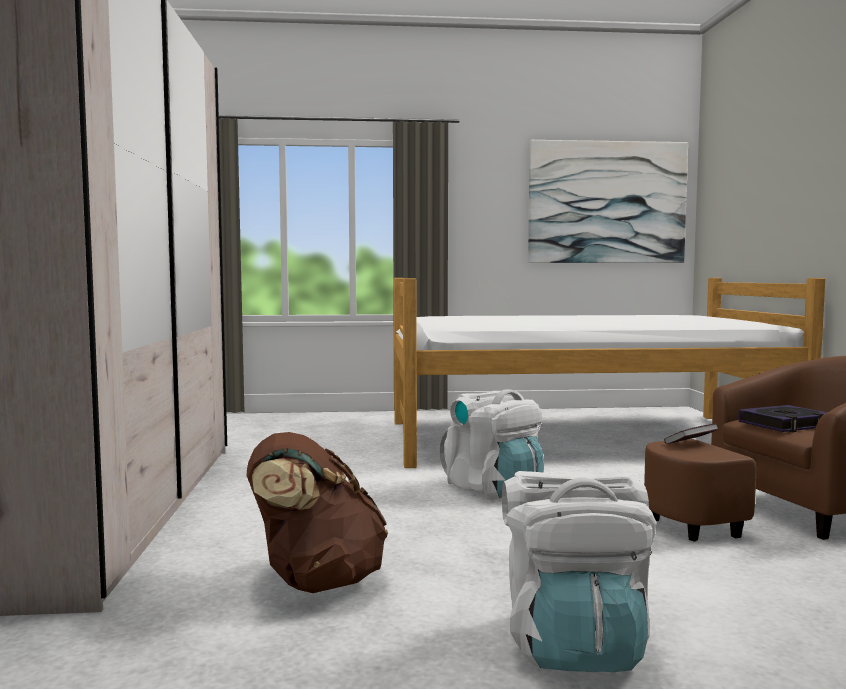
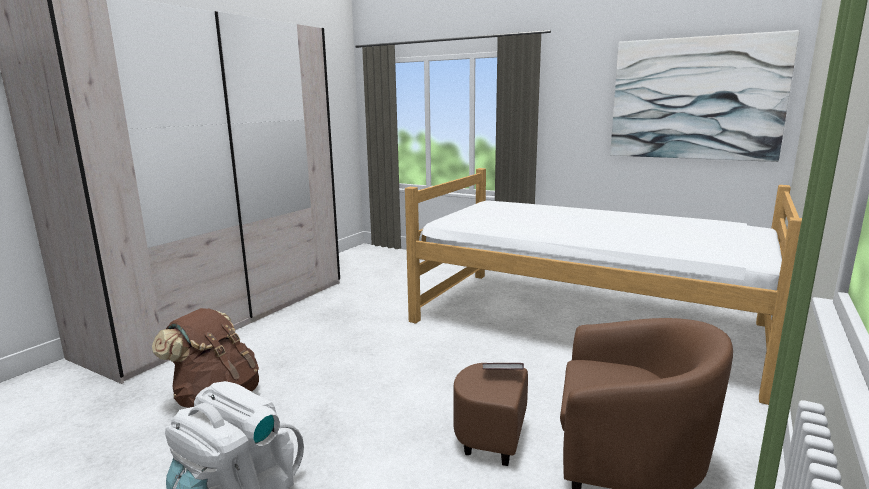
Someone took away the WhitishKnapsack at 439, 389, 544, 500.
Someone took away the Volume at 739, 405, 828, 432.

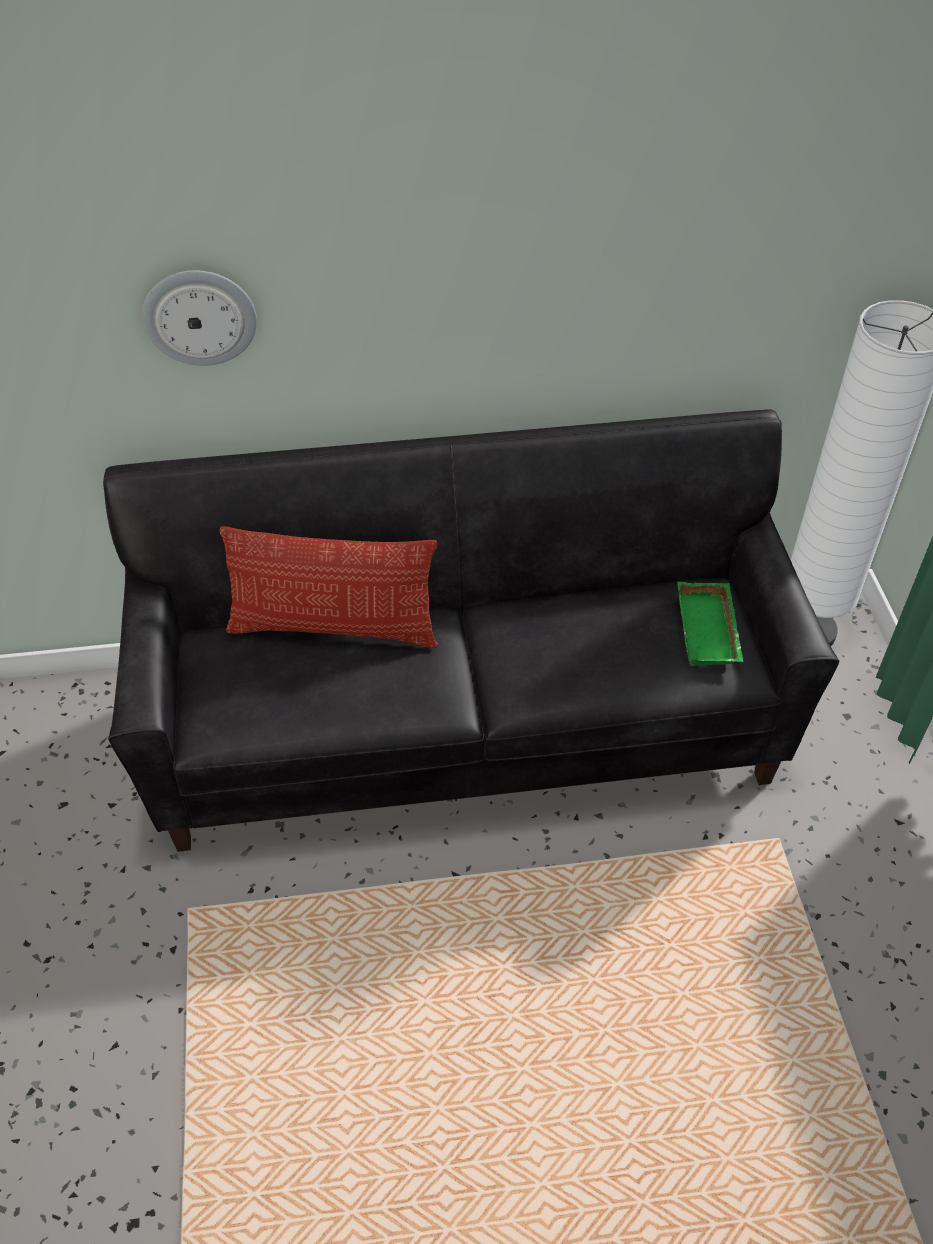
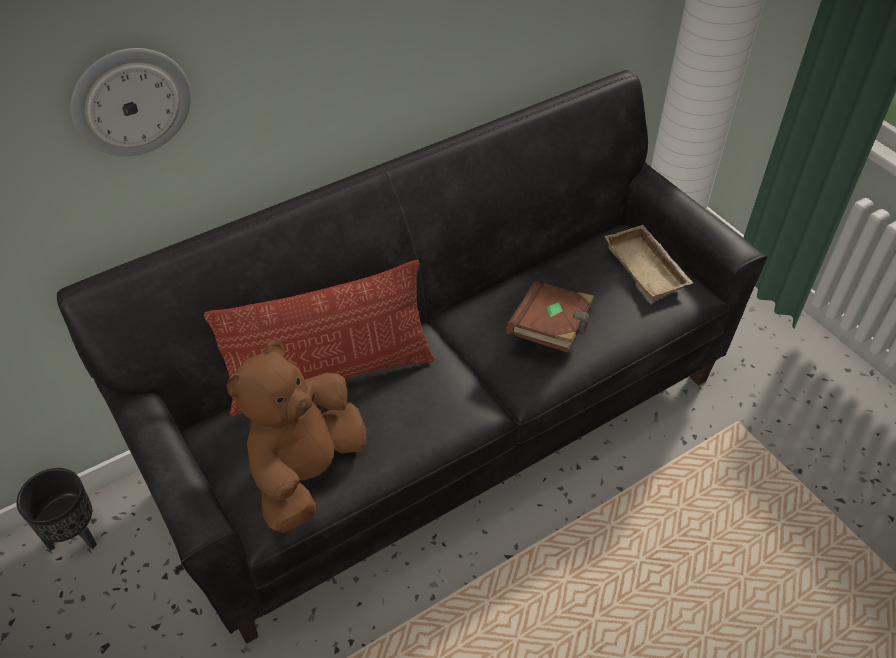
Someone repainted the GreenColouredServingTray at 677, 582, 743, 666, which became the BeigeColouredServingTray at 604, 225, 693, 301.
Someone put down the BrownVolume at 506, 281, 594, 353.
Someone put down the BrownPlushToy at 226, 340, 366, 533.
Someone put down the BlackColouredPlantPot at 16, 468, 97, 551.

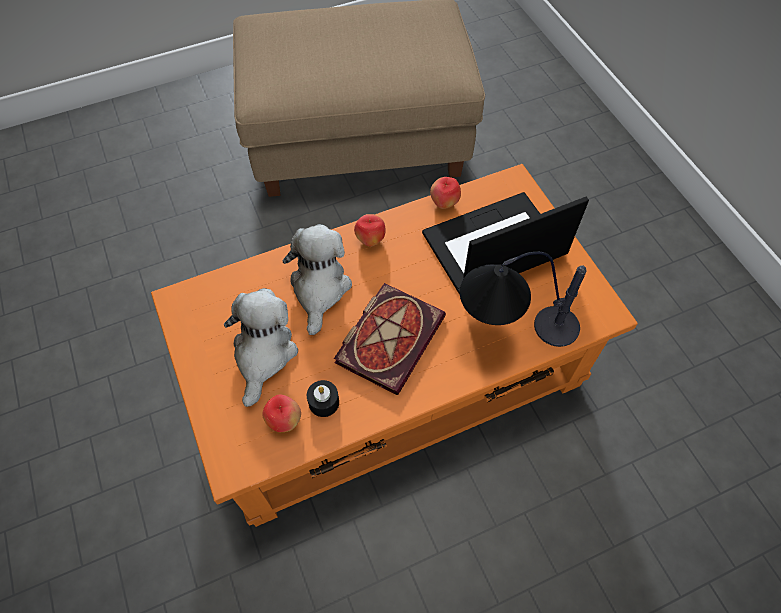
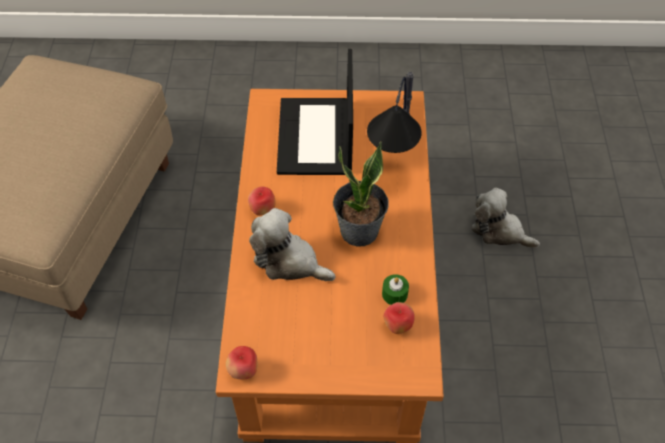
Someone carried the WholeApple from 430, 177, 461, 209 to 226, 346, 258, 379.
Someone swapped the Volume at 334, 283, 446, 395 for the Houseplant at 333, 141, 389, 247.
Someone carried the PlushToy from 224, 288, 298, 407 to 471, 188, 540, 248.
Someone repainted the BlackColouredCandle at 307, 380, 339, 417, which became the GreenColouredCandle at 382, 274, 409, 305.

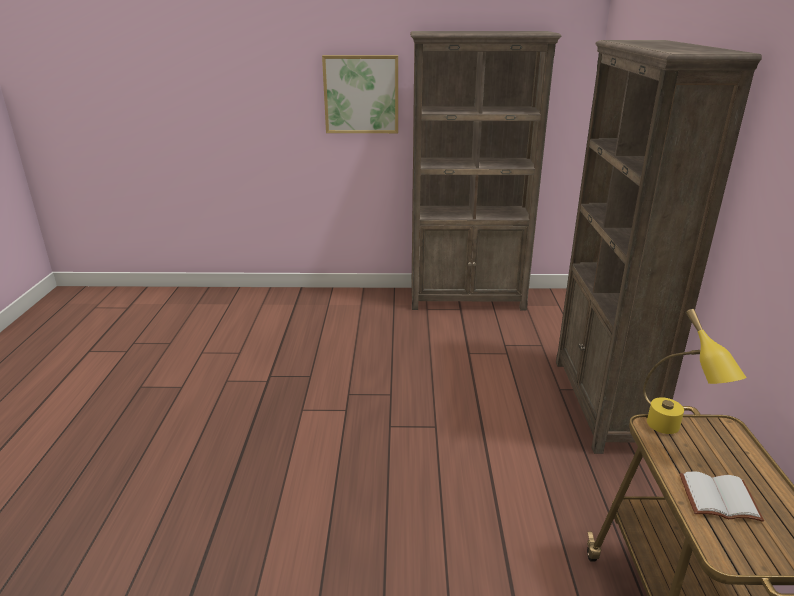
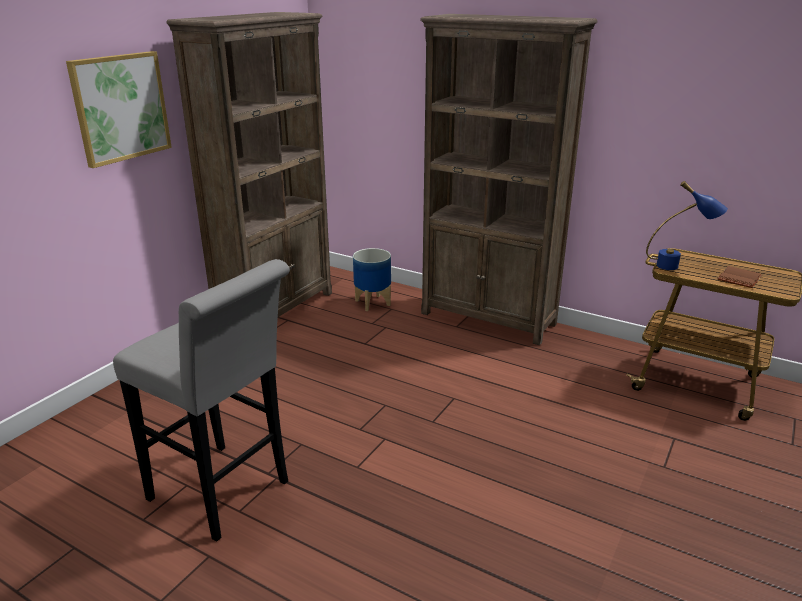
Someone repainted the YellowColouredTableLamp at 643, 309, 747, 434, which became the BlueTableLamp at 646, 181, 728, 270.
Someone repainted the WhitishVolume at 680, 471, 764, 522, which became the BrownVolume at 718, 266, 762, 288.
Someone put down the PlantPot at 353, 248, 391, 311.
Someone put down the GreyishStool at 113, 259, 290, 542.

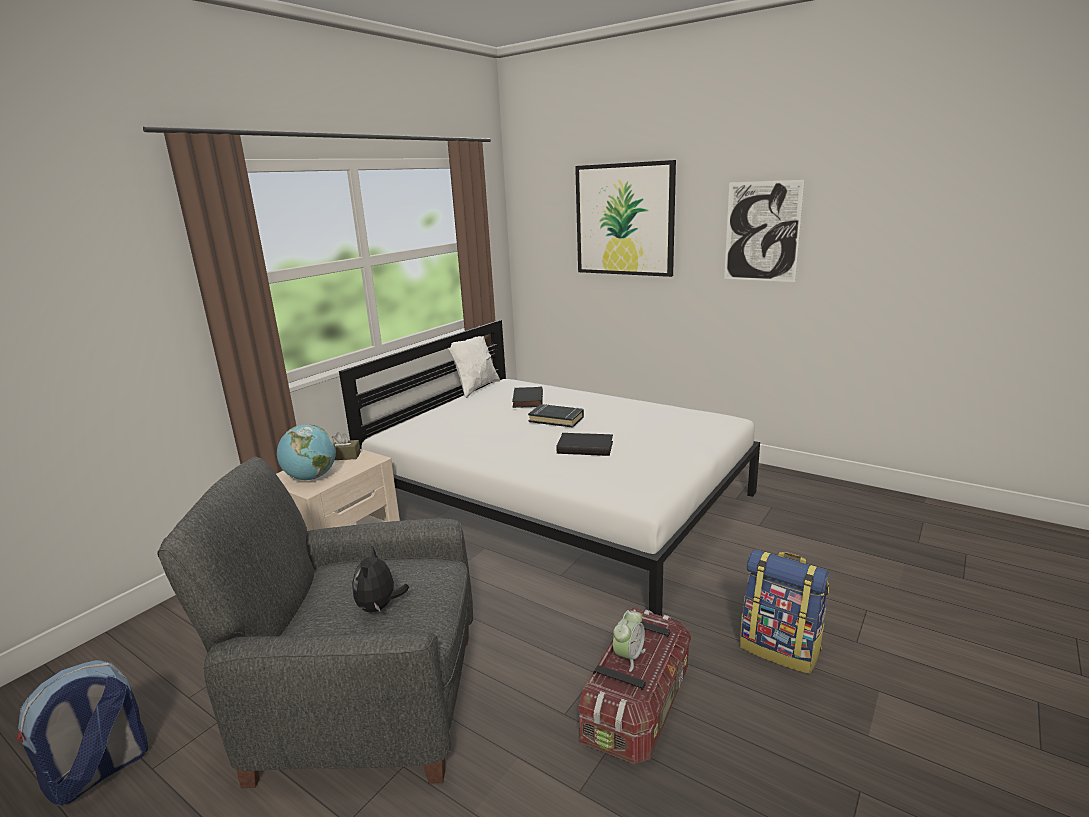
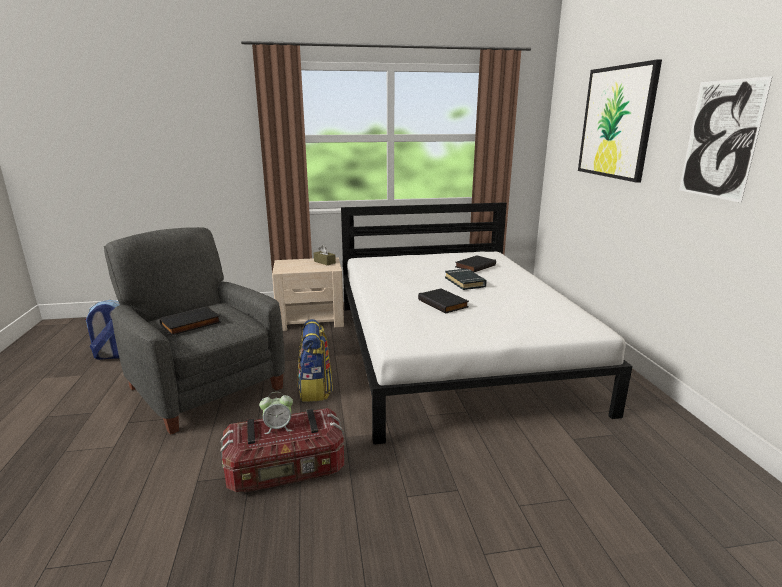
Someone took away the WhitishCushion at 447, 336, 500, 398.
Someone took away the DeskGlobe at 277, 424, 336, 480.
Someone swapped the PlushToy at 352, 546, 409, 612 for the BlackColouredVolume at 159, 307, 221, 336.
Someone carried the Knapsack from 740, 549, 829, 674 to 297, 319, 333, 402.

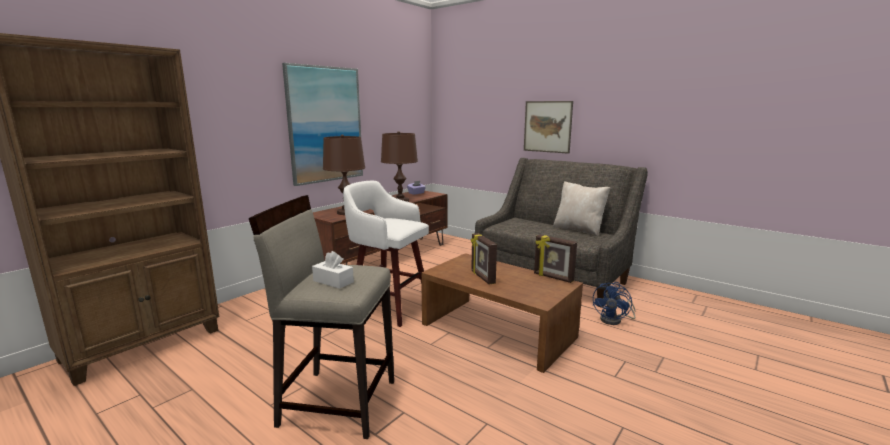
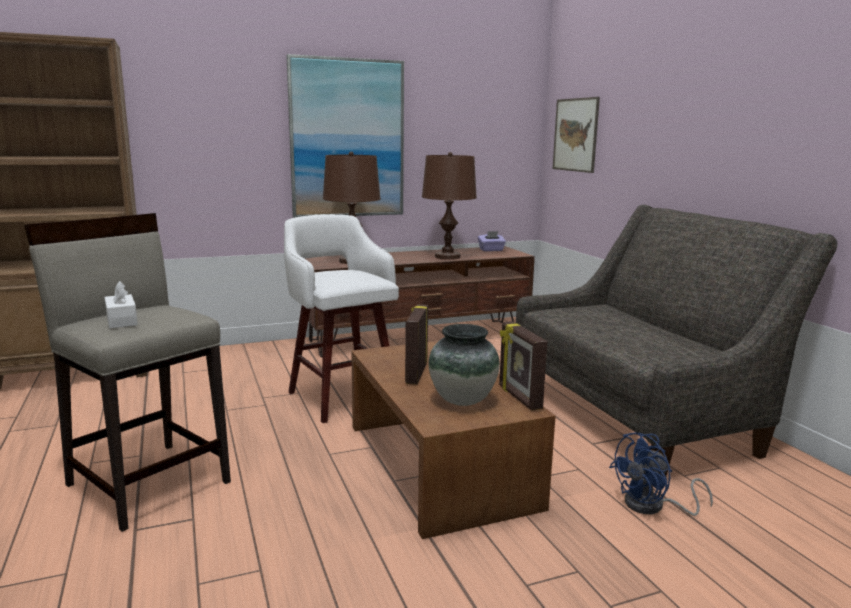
Someone carried the Picture from 524, 101, 573, 154 to 552, 97, 600, 173.
Someone took away the BeigeColouredCushion at 553, 181, 610, 237.
Someone put down the DecorativeVase at 429, 324, 500, 406.

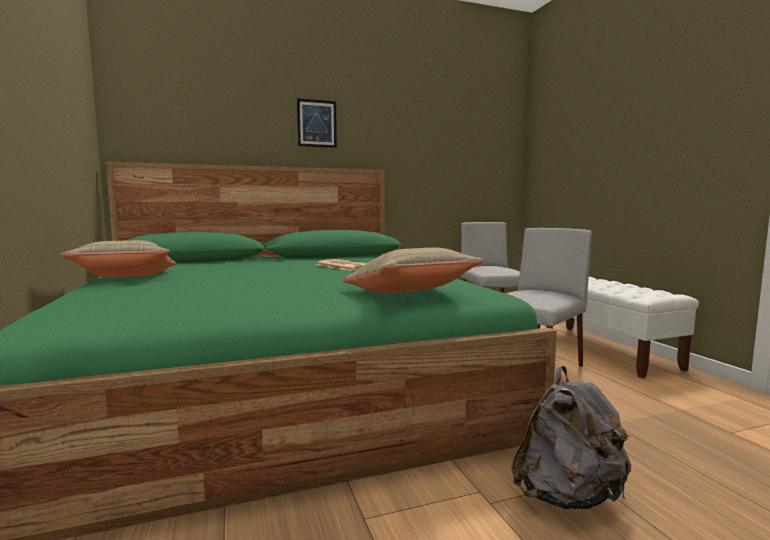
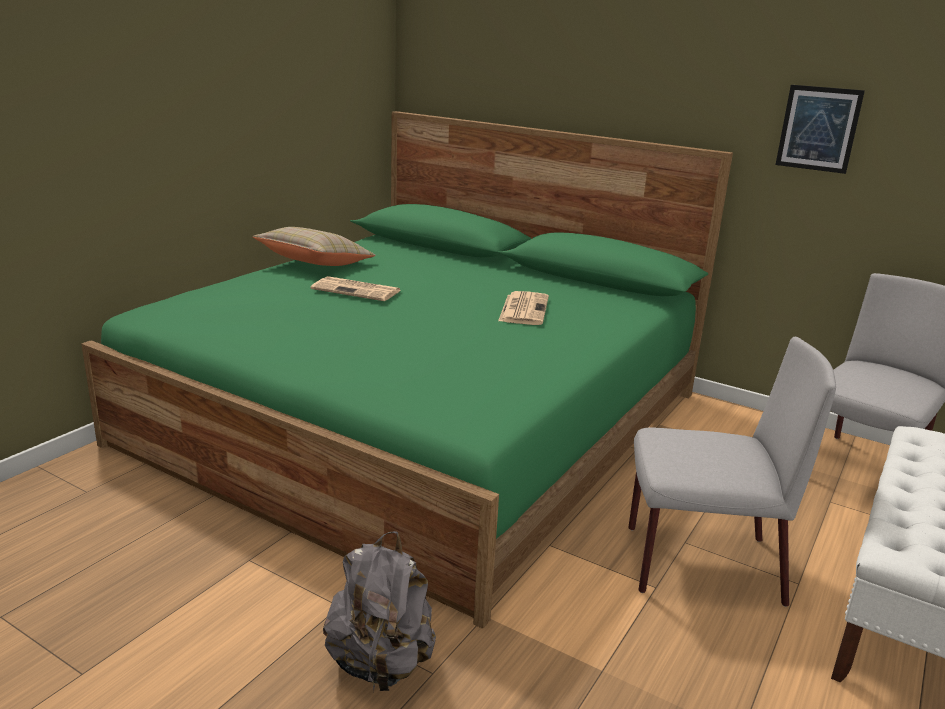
Someone carried the Picture from 297, 98, 337, 148 to 775, 85, 865, 174.
Someone took away the BeigeColouredCushion at 342, 248, 485, 293.
Someone put down the PrintedPaper at 311, 276, 402, 301.

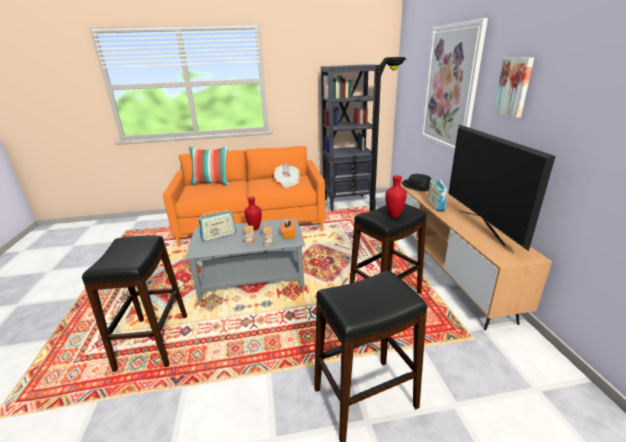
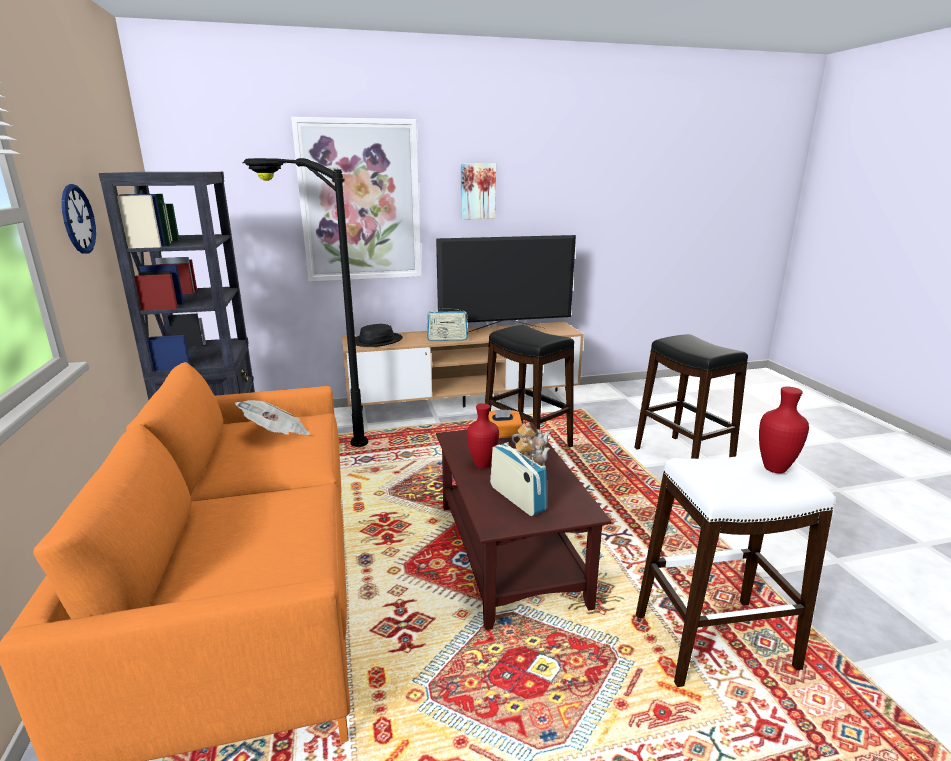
Someone took away the Cushion at 189, 146, 229, 185.
Someone carried the RedColouredDecorativeVase from 385, 175, 407, 217 to 759, 387, 809, 473.
Someone repainted the GreyishLowTable at 185, 218, 305, 302, which became the BrownLowTable at 436, 423, 612, 630.
Someone repainted the BlackColouredStool at 82, 235, 187, 372, which became the WhitishStool at 636, 452, 835, 687.
Someone put up the ClockOnTheWall at 62, 184, 96, 254.

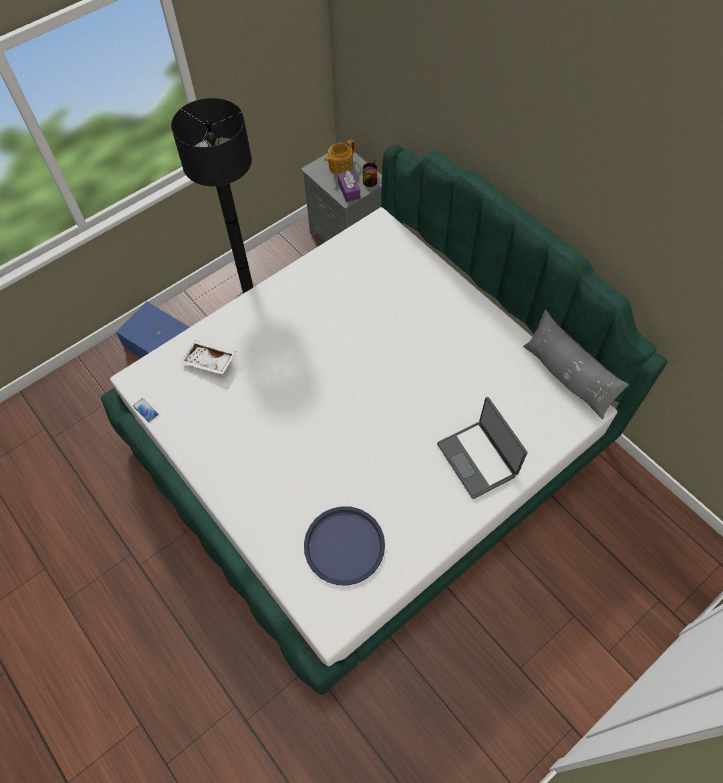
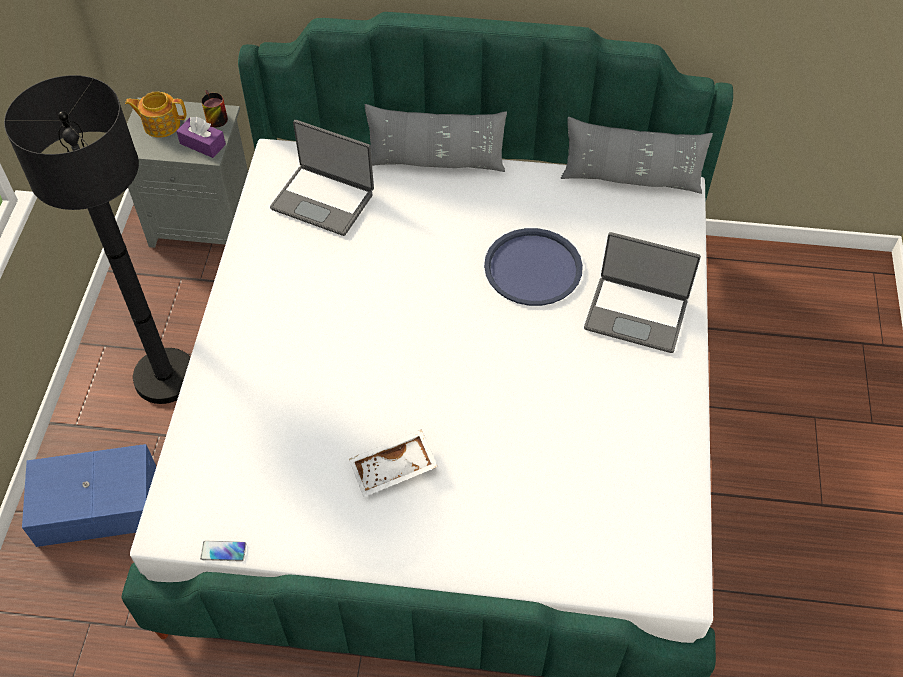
Someone rotated the Teapot at 325, 140, 355, 174 by 90 degrees clockwise.
Someone carried the WhitishServingTray from 180, 340, 236, 375 to 349, 429, 438, 497.
Someone carried the BlueServingTray from 304, 506, 385, 586 to 484, 228, 583, 306.
Someone put down the GreyishCushion at 365, 104, 507, 172.
Someone put down the PortableComputer at 270, 120, 374, 236.

